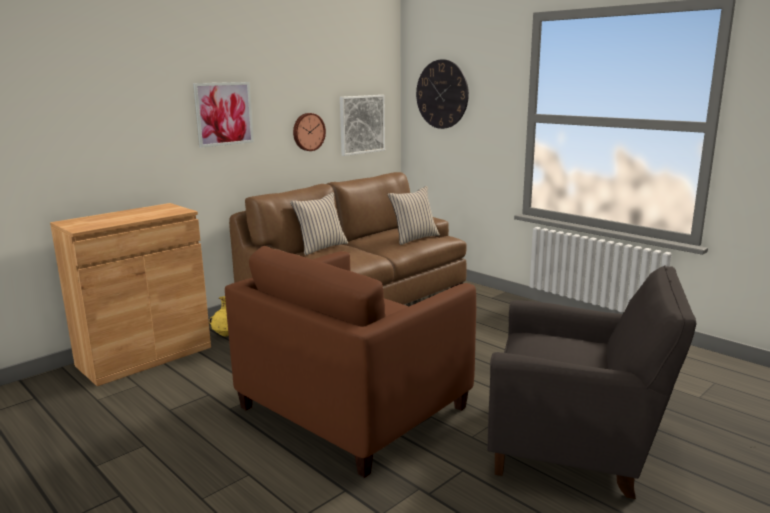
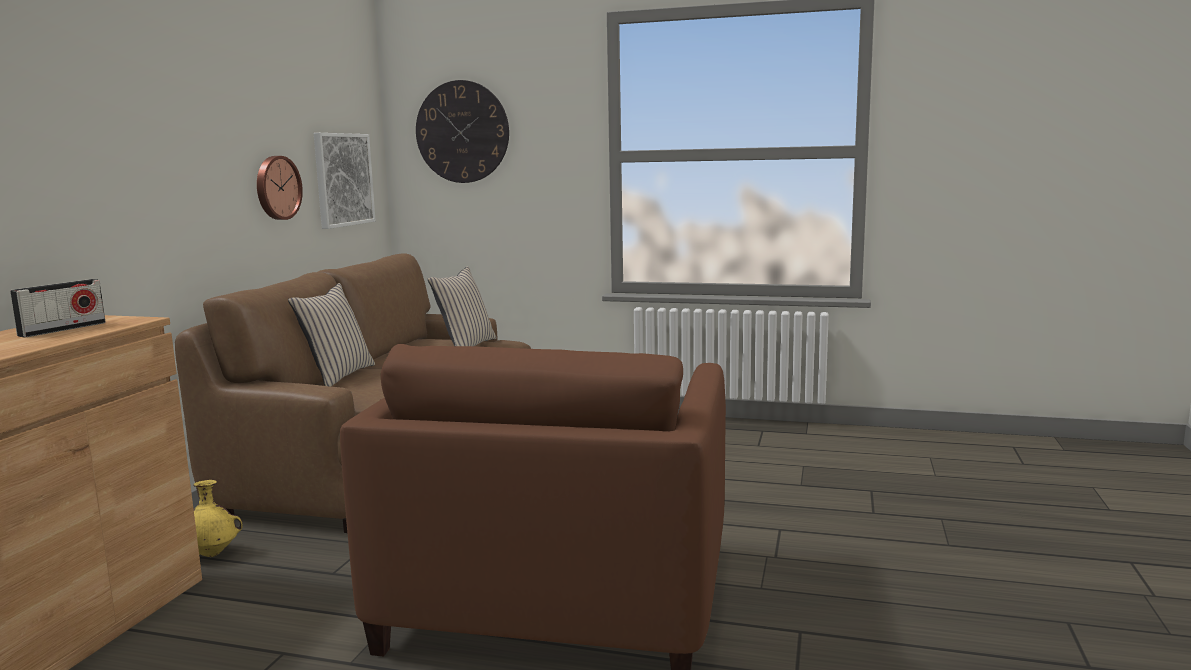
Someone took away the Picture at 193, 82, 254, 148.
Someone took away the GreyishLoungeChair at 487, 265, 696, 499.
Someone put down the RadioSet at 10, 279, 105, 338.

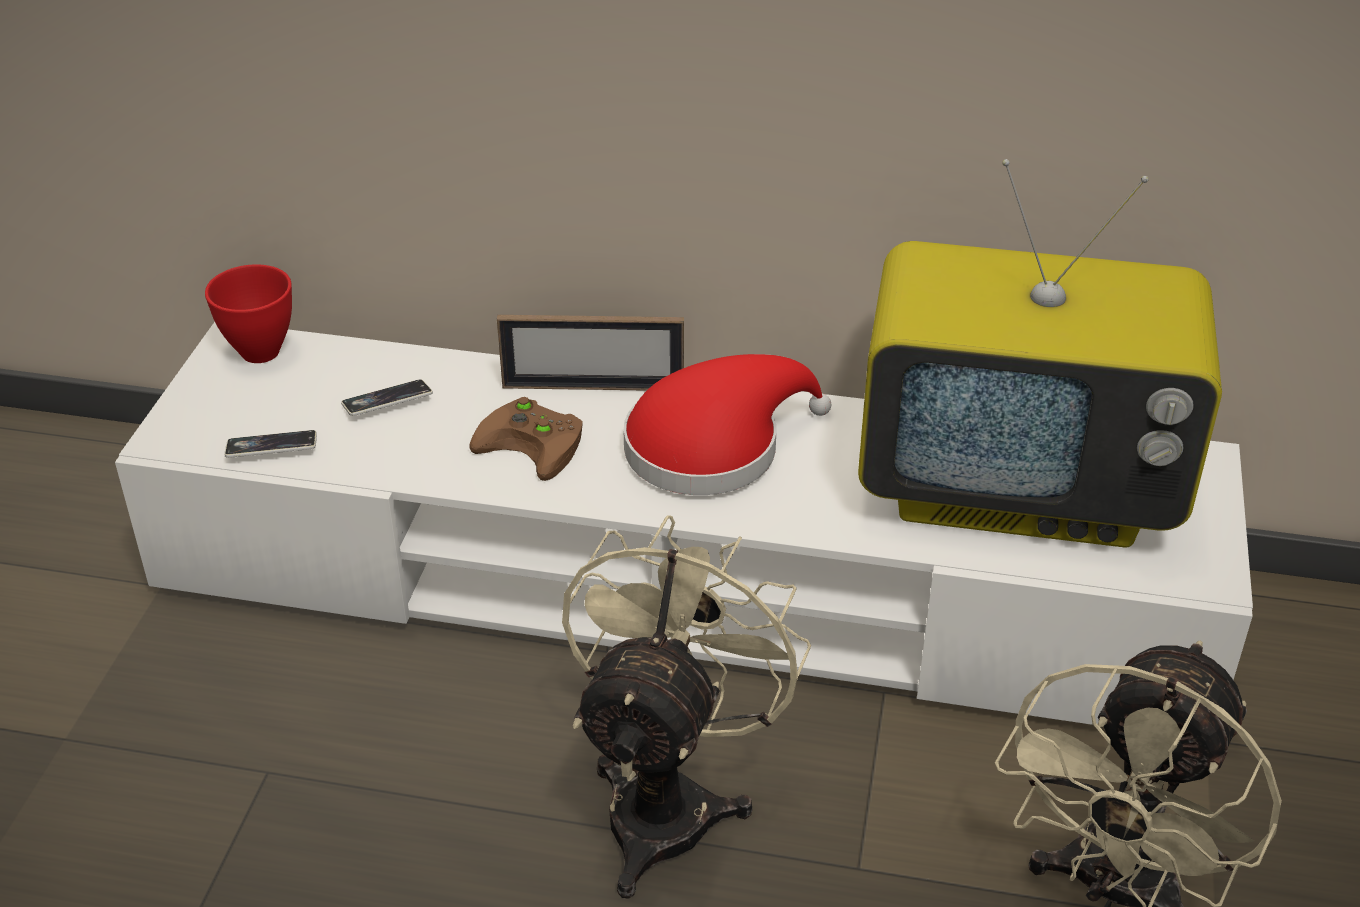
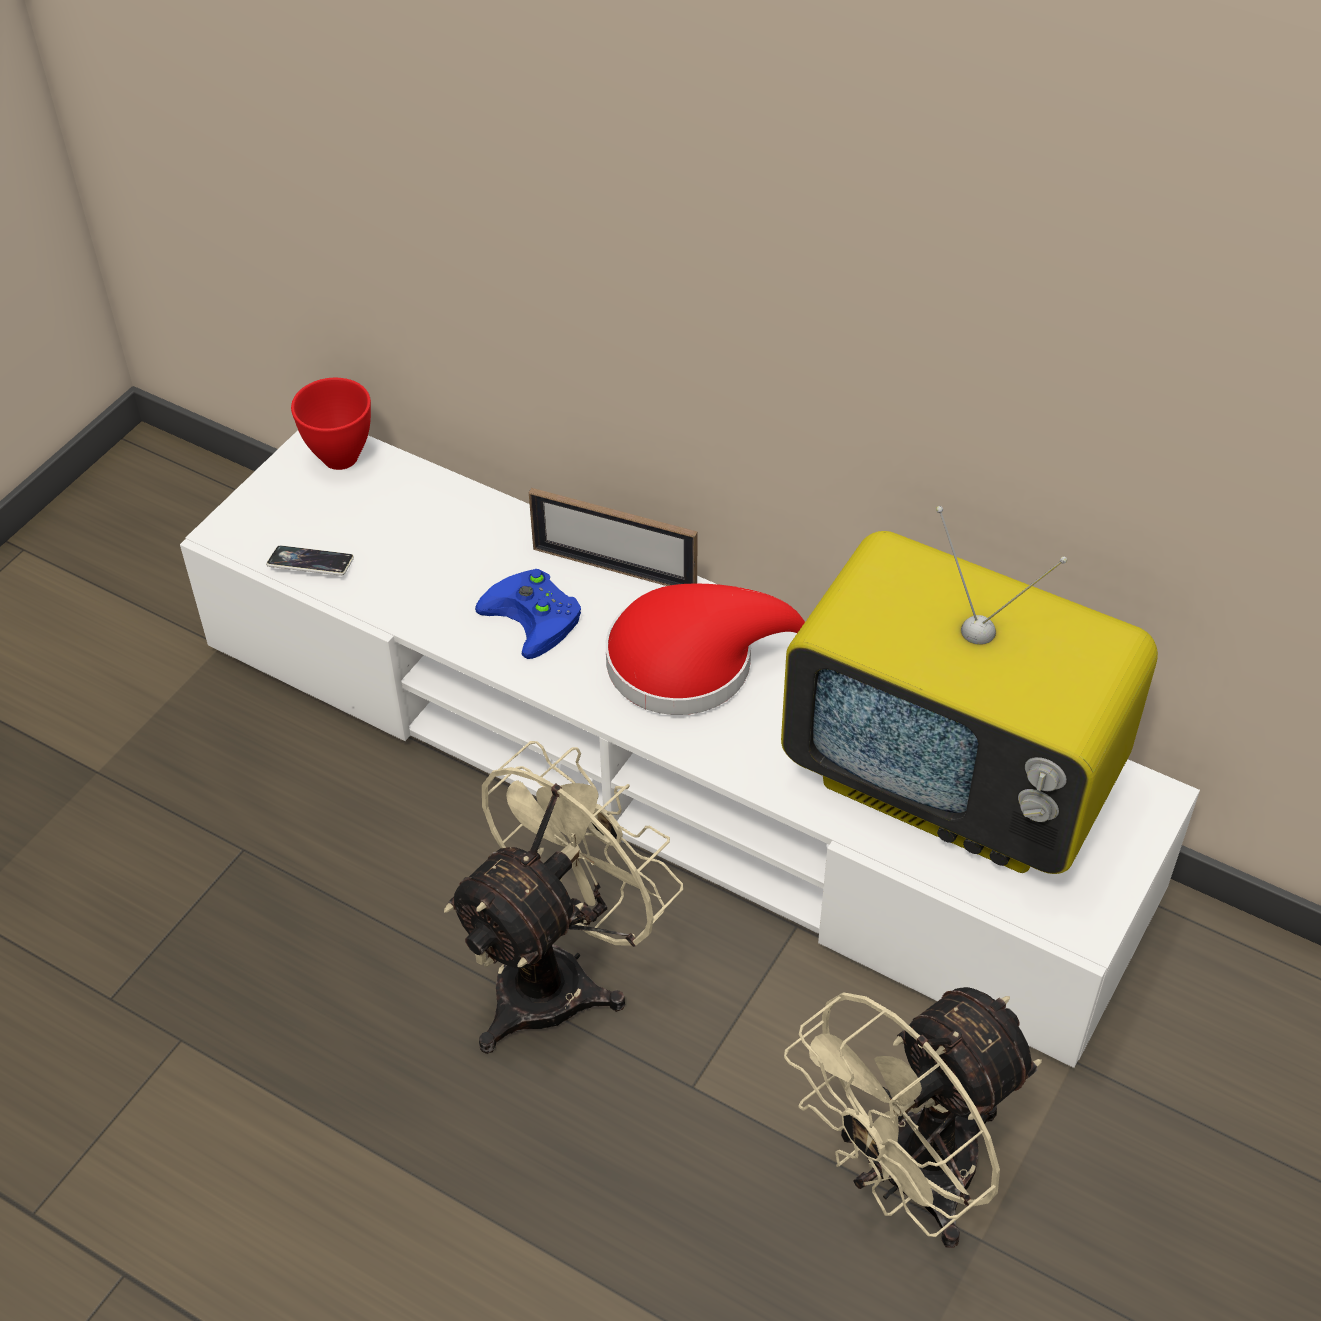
Someone took away the Phone at 341, 379, 433, 416.
Someone repainted the BrownGamepad at 469, 397, 583, 481, which became the BlueGamepad at 475, 569, 581, 659.

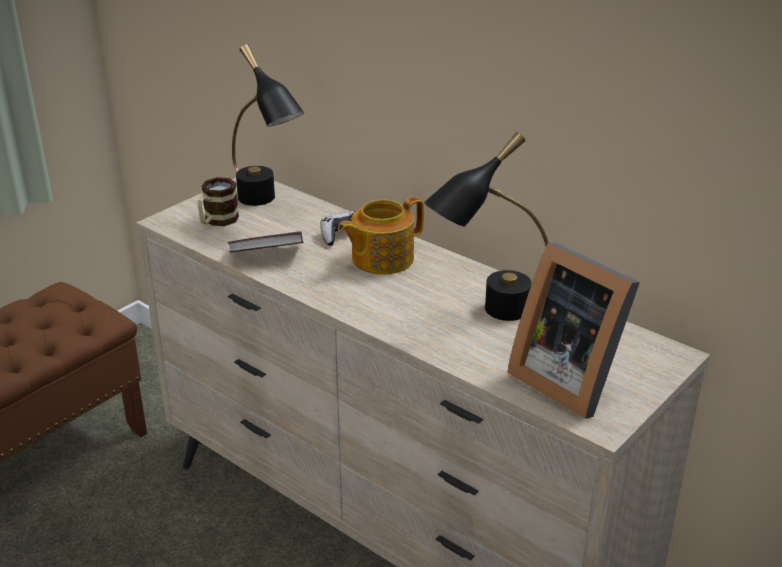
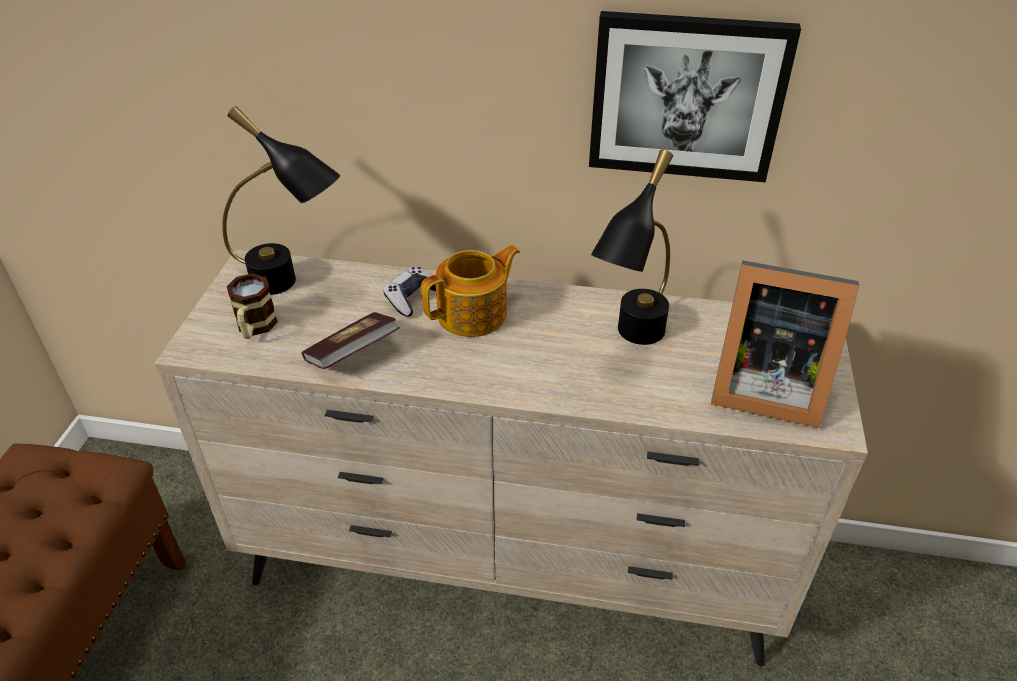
Someone rotated the Teapot at 338, 197, 424, 275 by 150 degrees counterclockwise.
Someone put up the Picture at 589, 11, 801, 182.

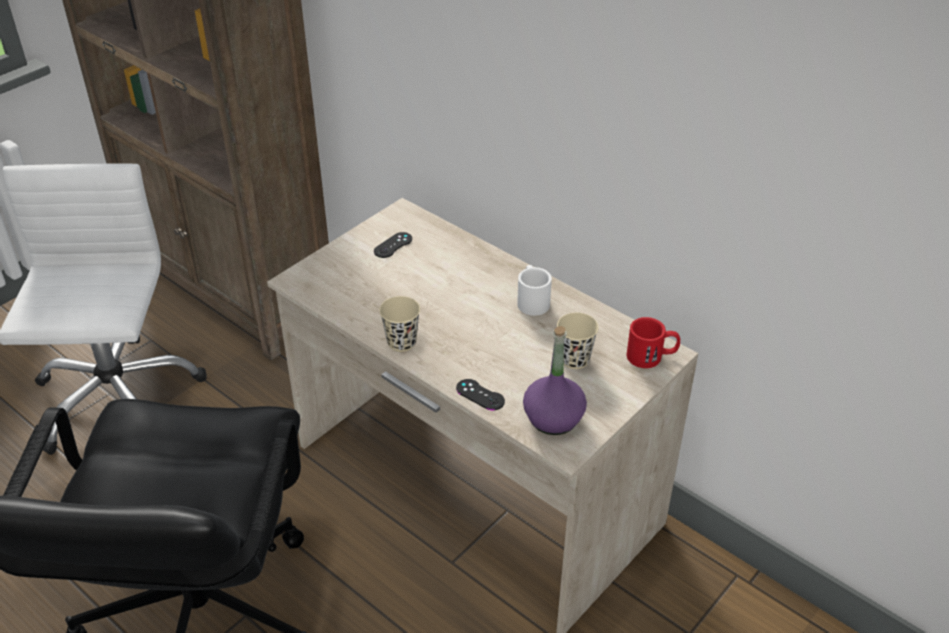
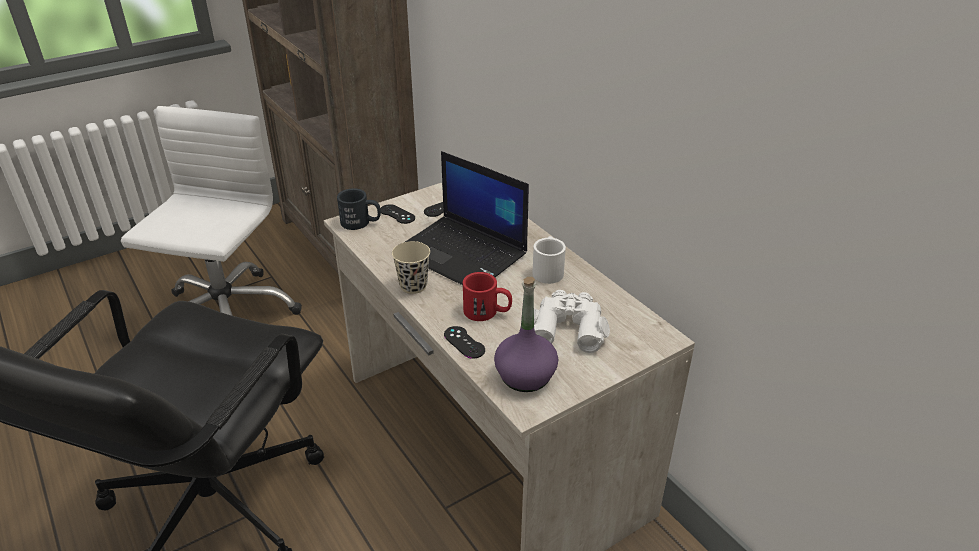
Someone swapped the BeigeColouredDrinkingCup at 557, 313, 599, 369 for the WhitishBinoculars at 534, 290, 610, 353.
Someone carried the RedColouredMug from 627, 317, 680, 368 to 463, 272, 512, 321.
Someone put down the PortableComputer at 405, 151, 529, 285.
Someone put down the BlackColouredMug at 337, 188, 381, 230.
Someone put down the BlackColouredGamepad at 381, 204, 415, 224.

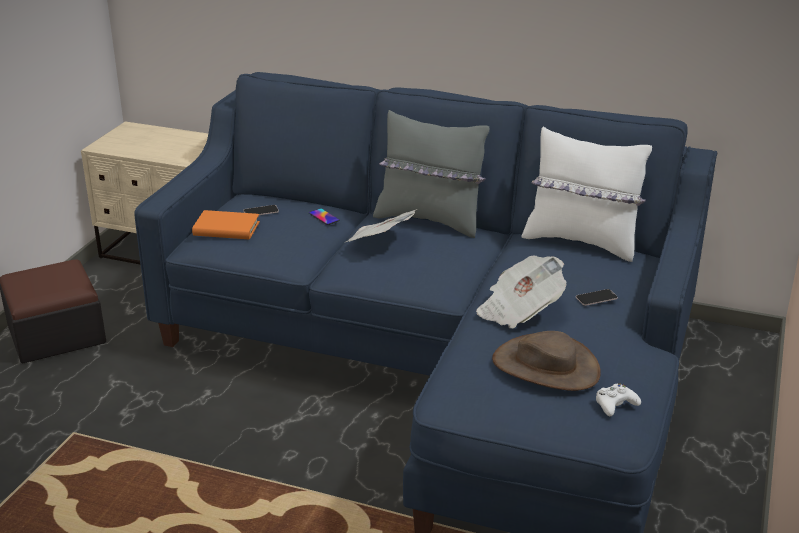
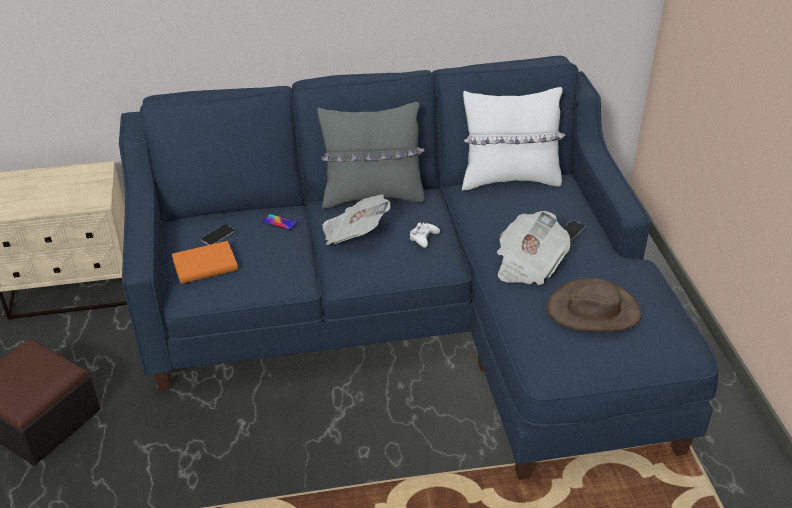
Someone carried the WhitishGamepad from 596, 383, 641, 416 to 409, 222, 440, 248.

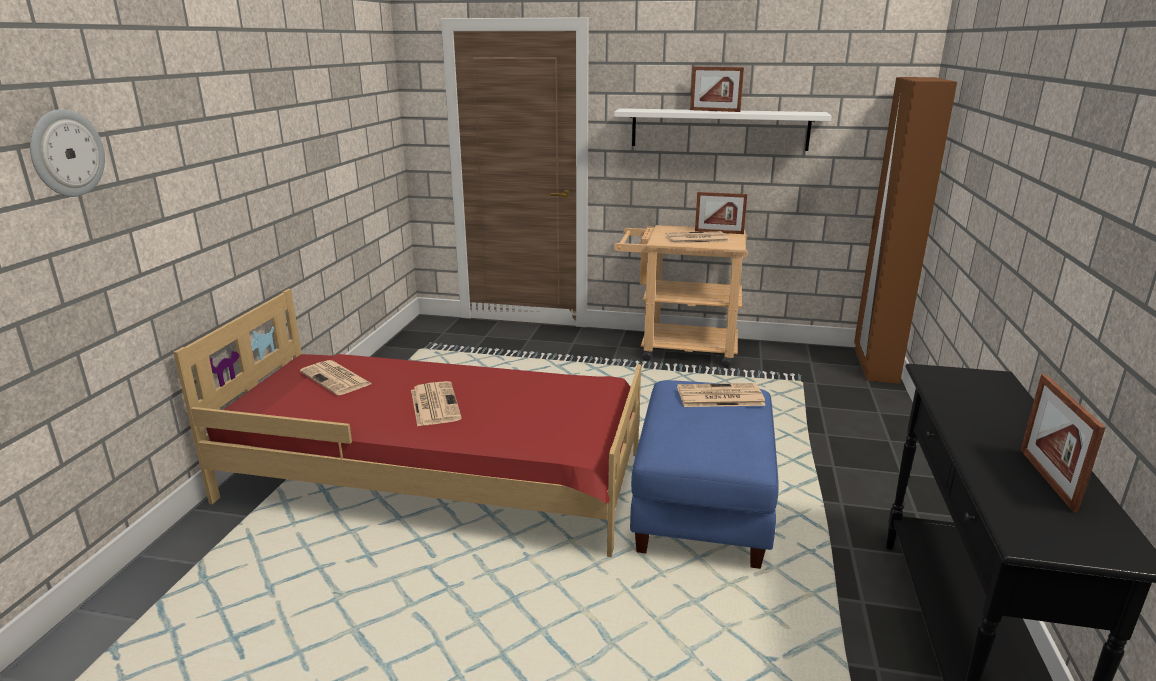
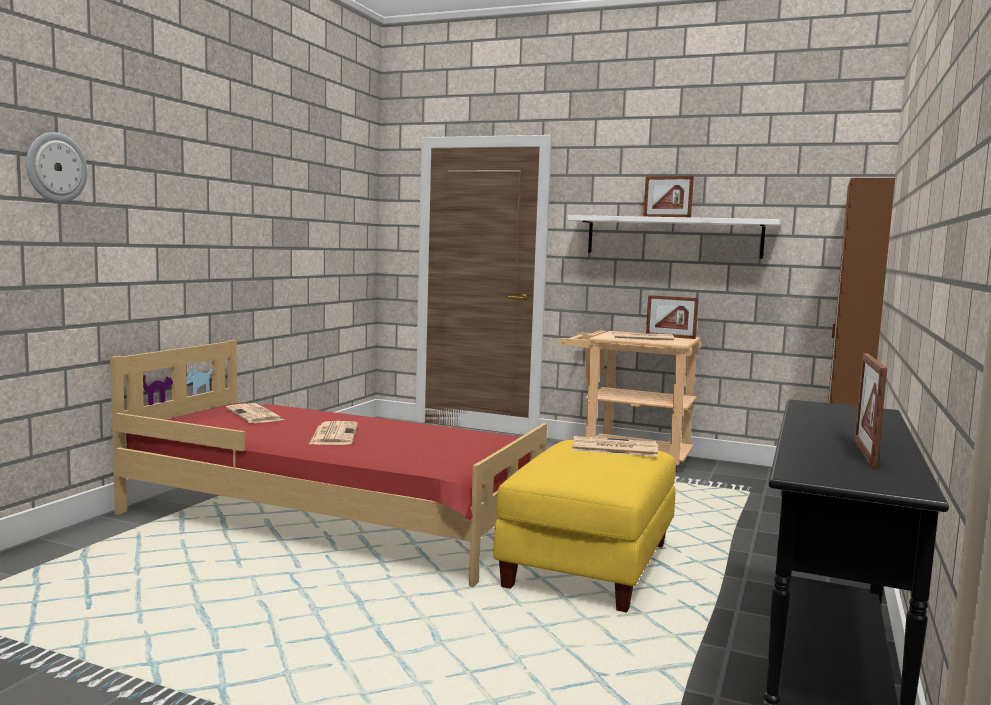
Someone repainted the BluePouffe at 630, 380, 779, 569, which became the YellowColouredPouffe at 493, 440, 676, 613.

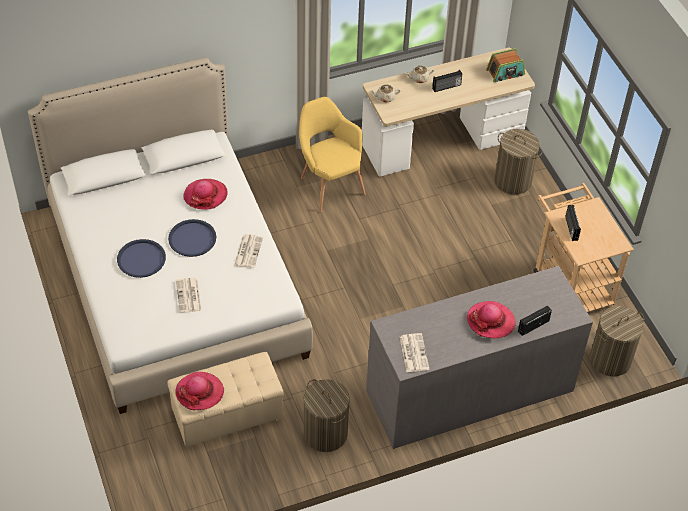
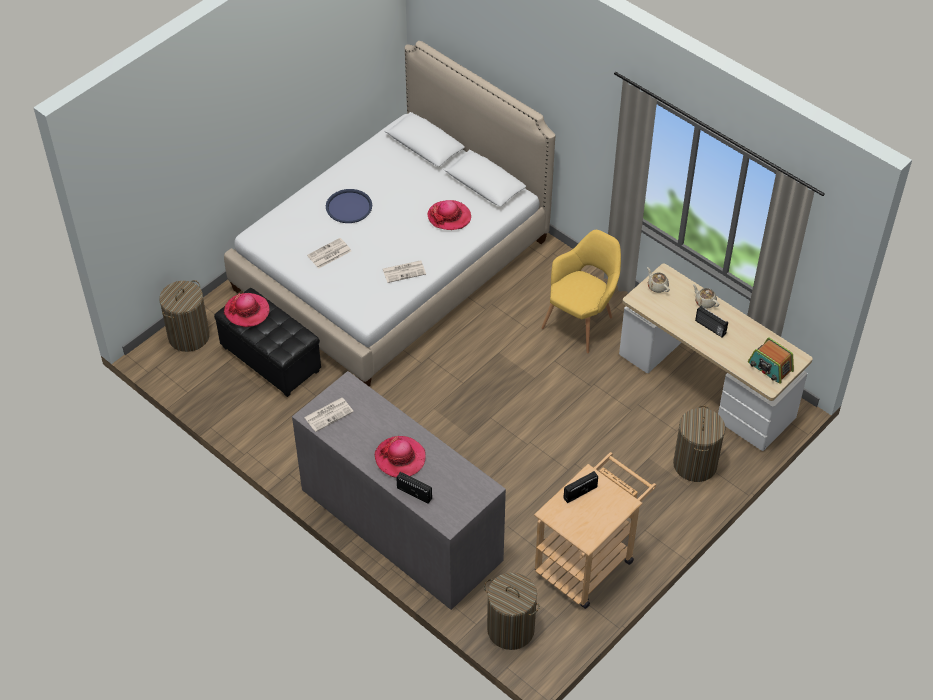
Someone took away the BlueServingTray at 168, 219, 216, 257.
Someone repainted the BeigeColouredPouffe at 167, 352, 284, 448, which became the BlackColouredPouffe at 214, 288, 321, 397.
Someone carried the Hamper from 303, 379, 350, 452 to 159, 280, 210, 352.

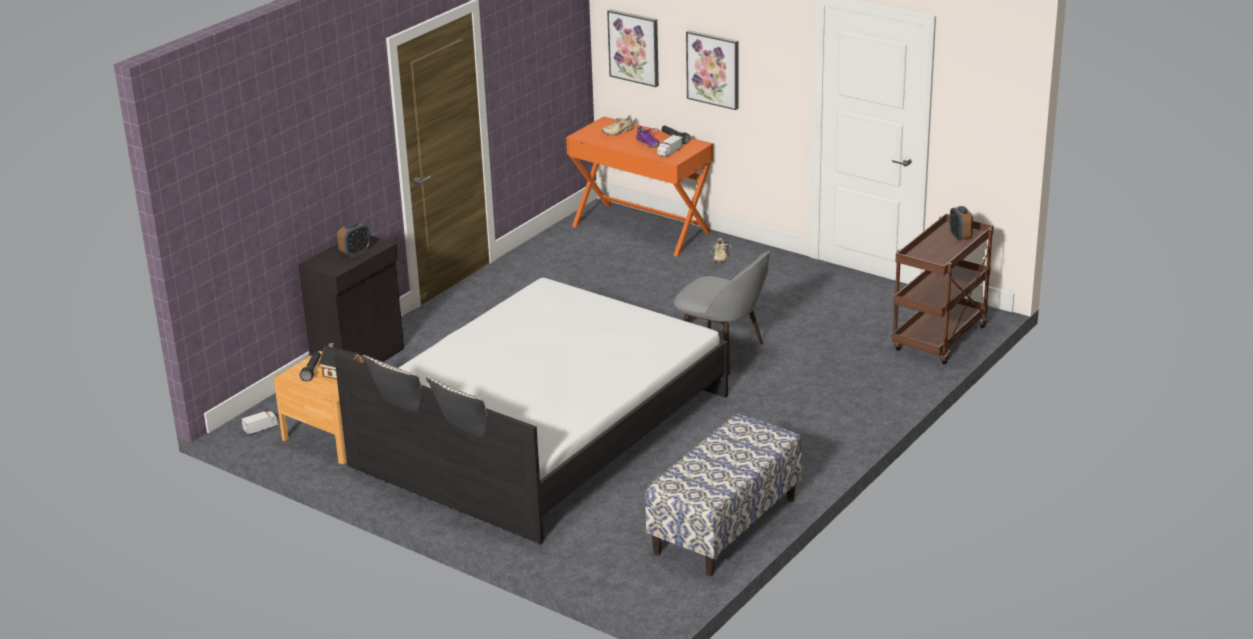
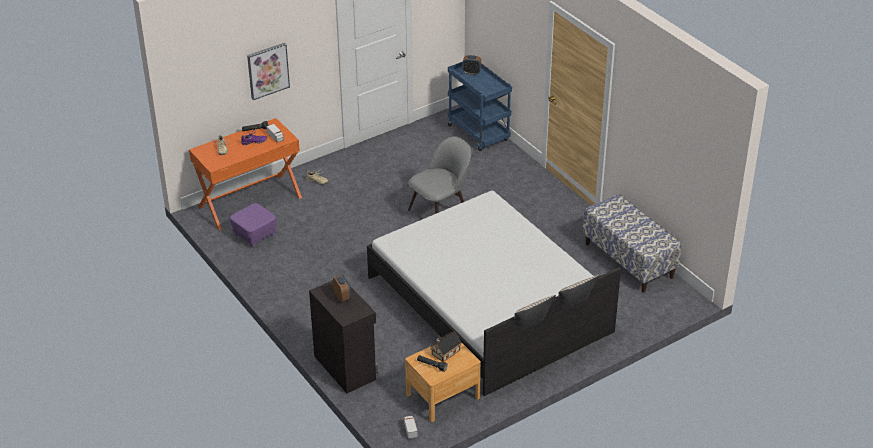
Someone took away the Picture at 607, 9, 659, 87.
Someone repainted the BrownWheeledCart at 892, 214, 994, 364, which became the BlueWheeledCart at 448, 62, 512, 151.
Someone put down the PurpleColouredPouffe at 230, 203, 276, 248.

